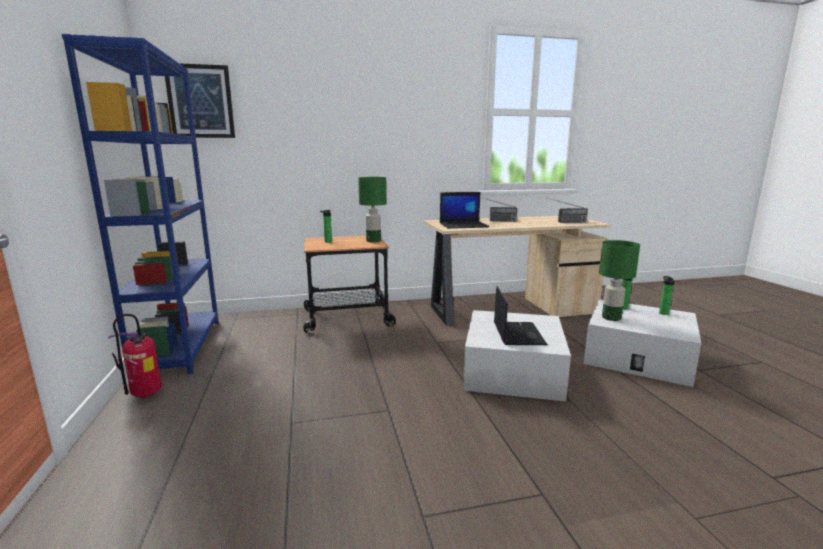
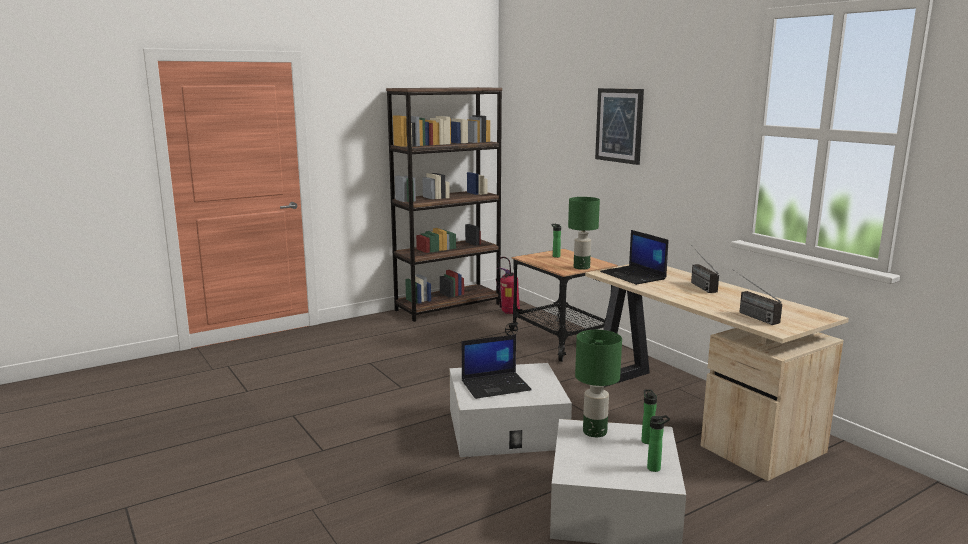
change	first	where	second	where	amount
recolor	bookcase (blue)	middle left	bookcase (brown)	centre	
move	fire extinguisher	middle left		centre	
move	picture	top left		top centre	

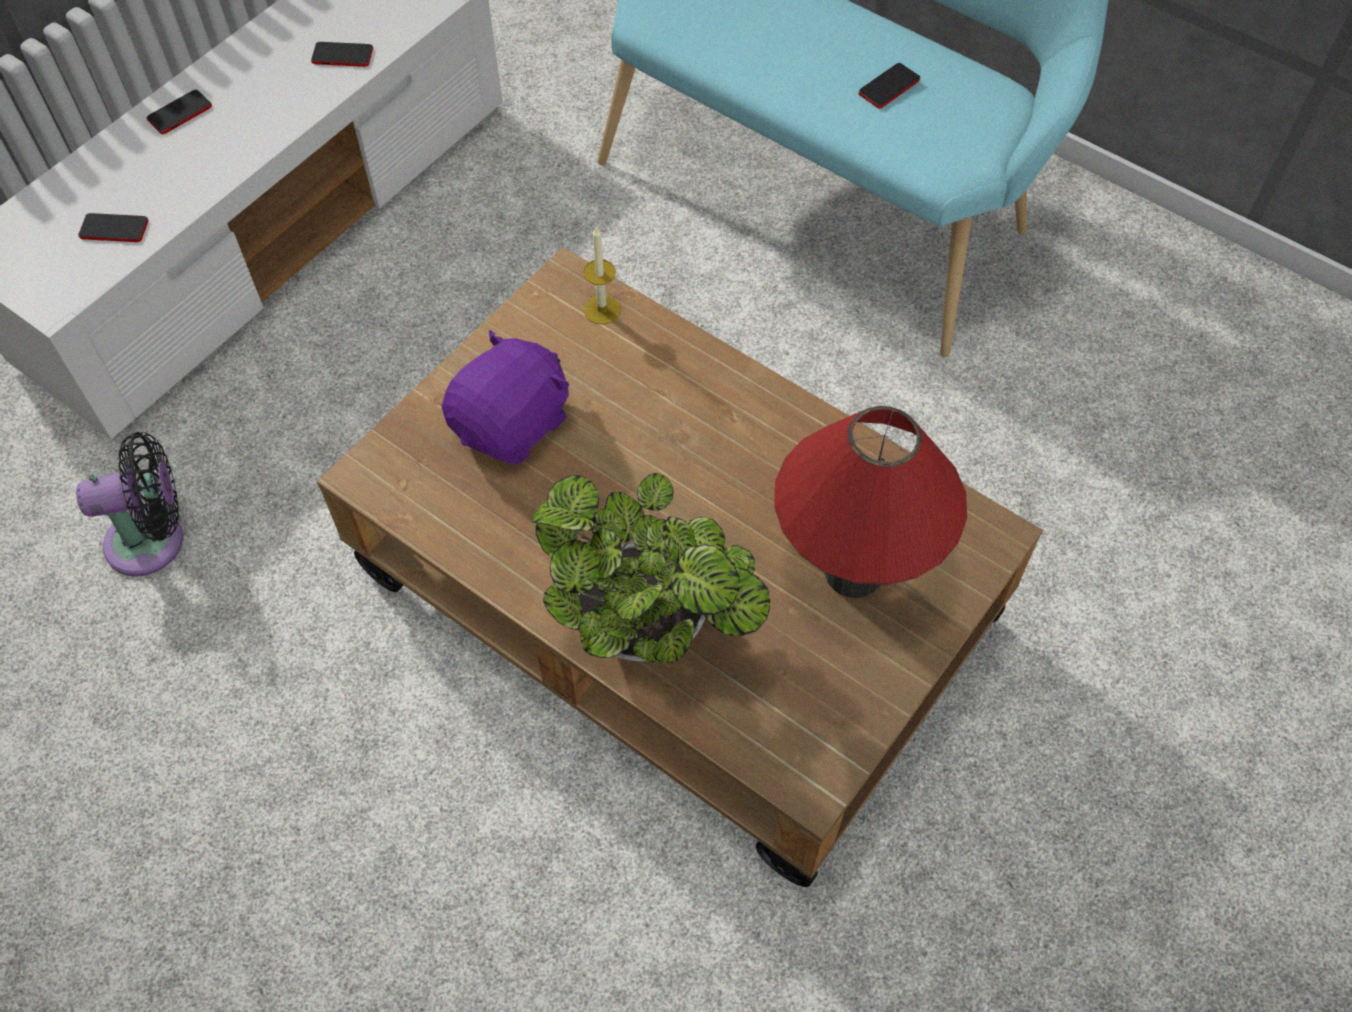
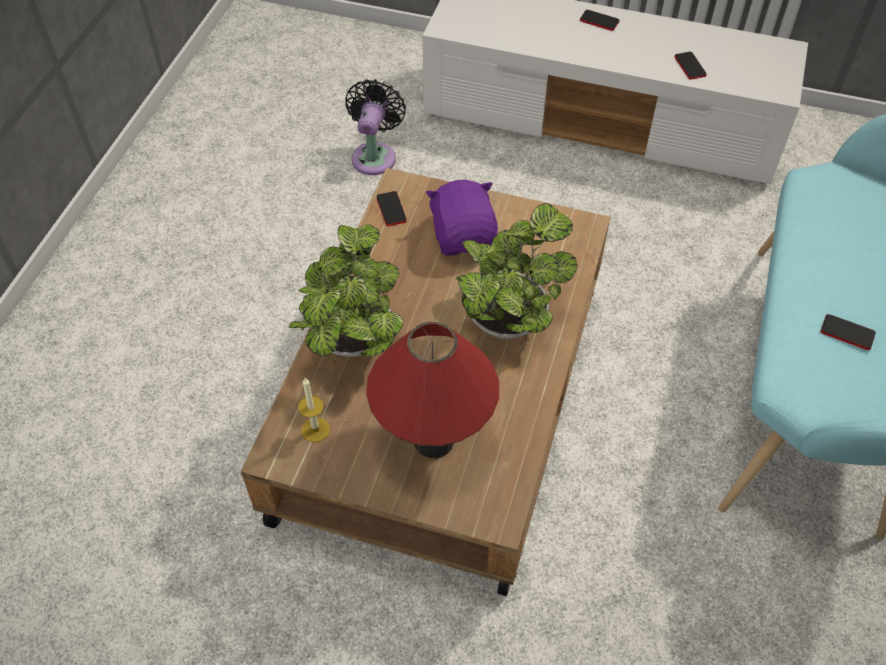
change	first	where	second	where	amount
rotate	fan (black)	middle left		top centre	135 degrees counterclockwise
move	phone (1st from left)	top left		top centre	
rotate	plush toy (purple)	centre		top centre	120 degrees counterclockwise
move	candle	top centre		centre	
insert			potted plant (2nd from left)	centre	

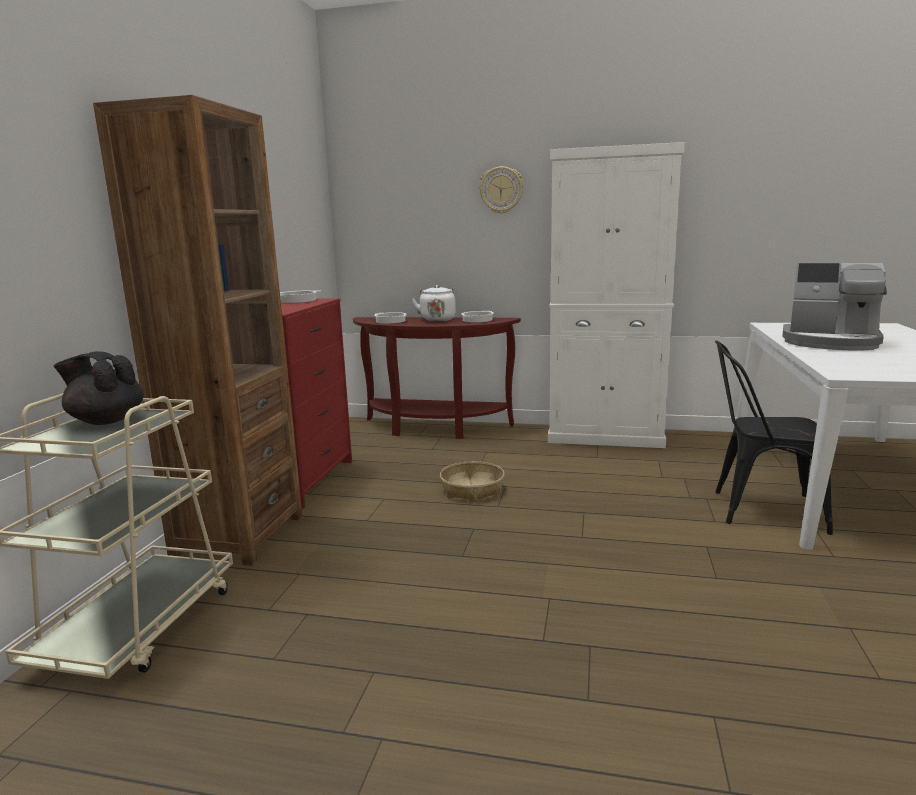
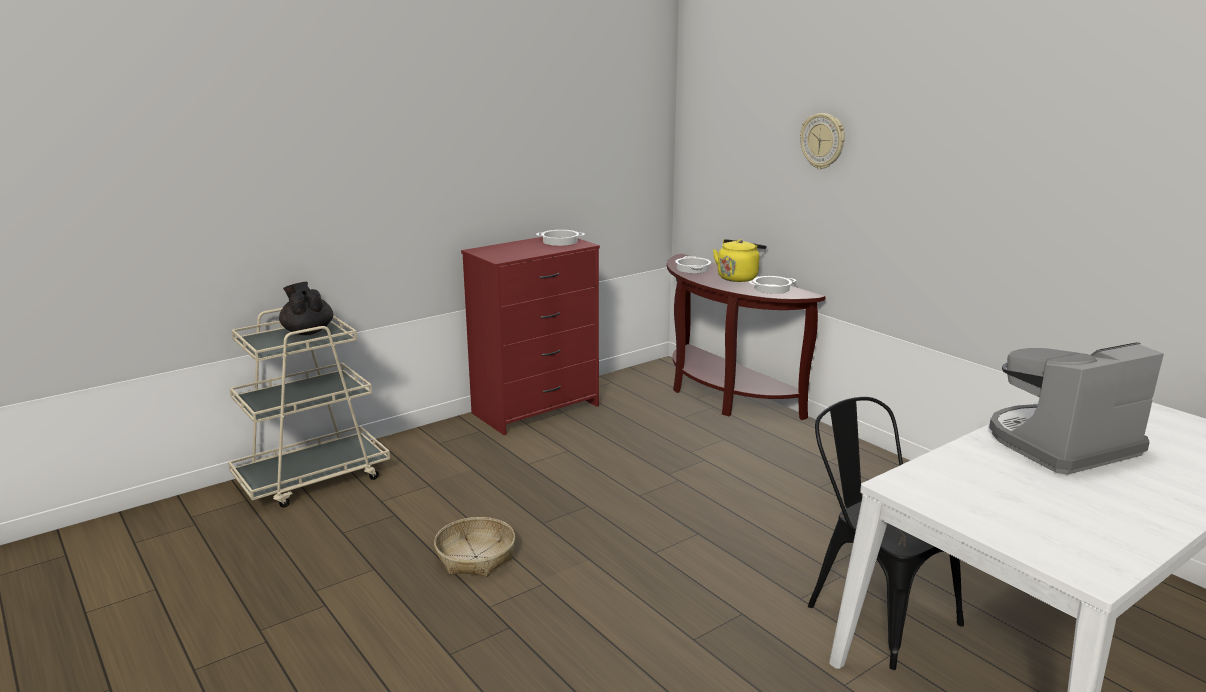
change	first	where	second	where	amount
delete	bookcase (brown)	middle left			
recolor	kettle (white)	centre	kettle (yellow)	centre	
move	basket	centre		bottom centre	
delete	cabinet (white)	middle right			
rotate	coffee machine	middle right		middle right	90 degrees clockwise

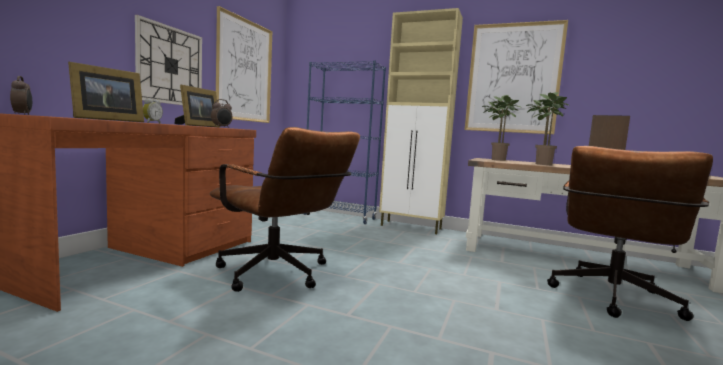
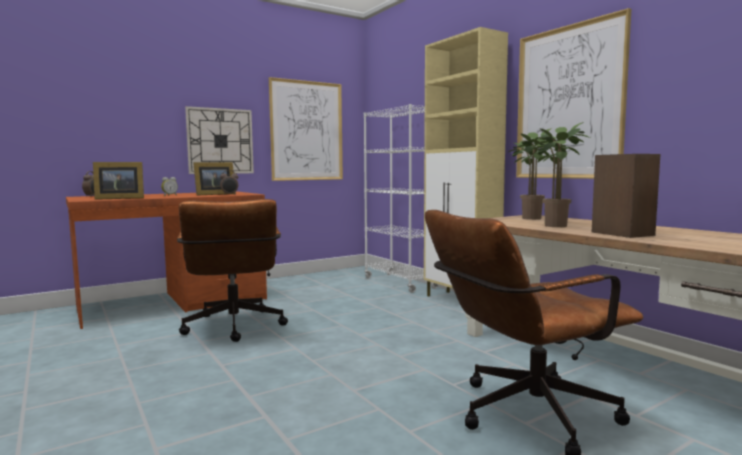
change	first	where	second	where	amount
recolor	bookcase (blue)	centre	bookcase (white)	centre	

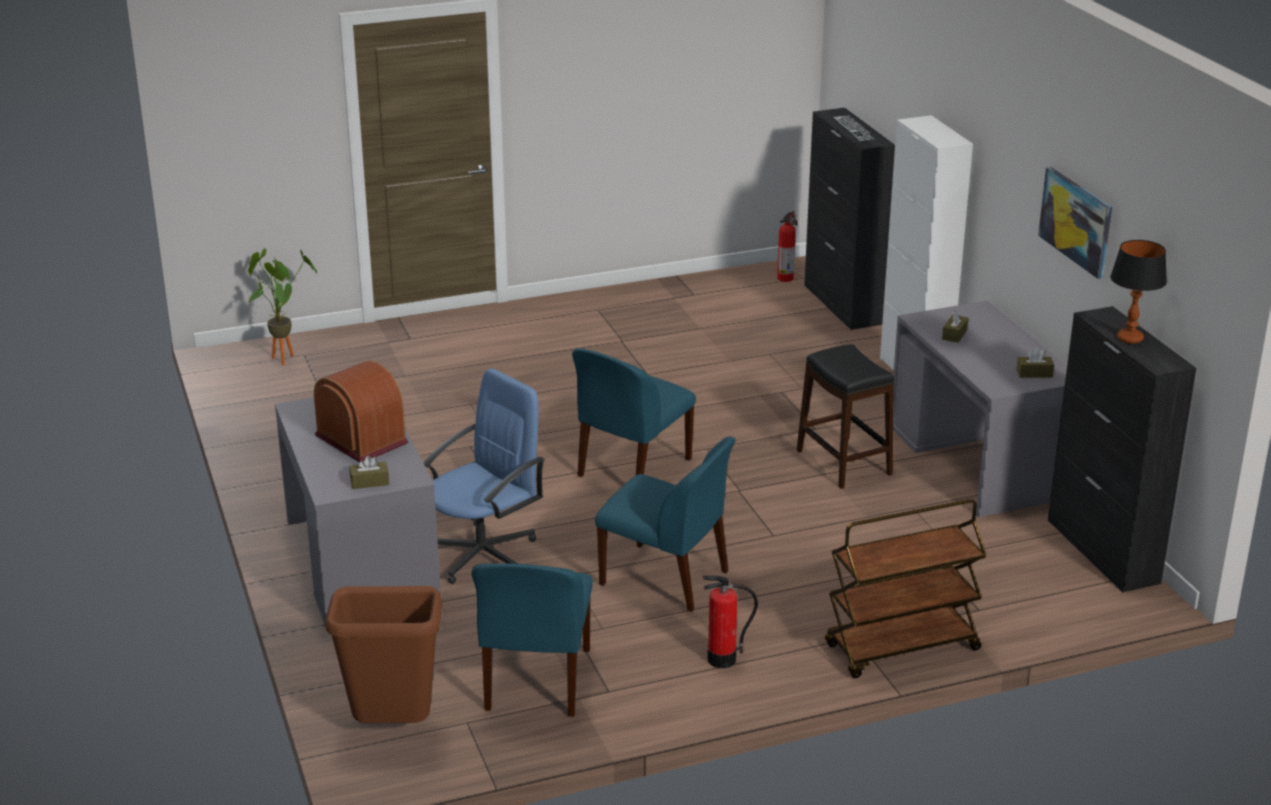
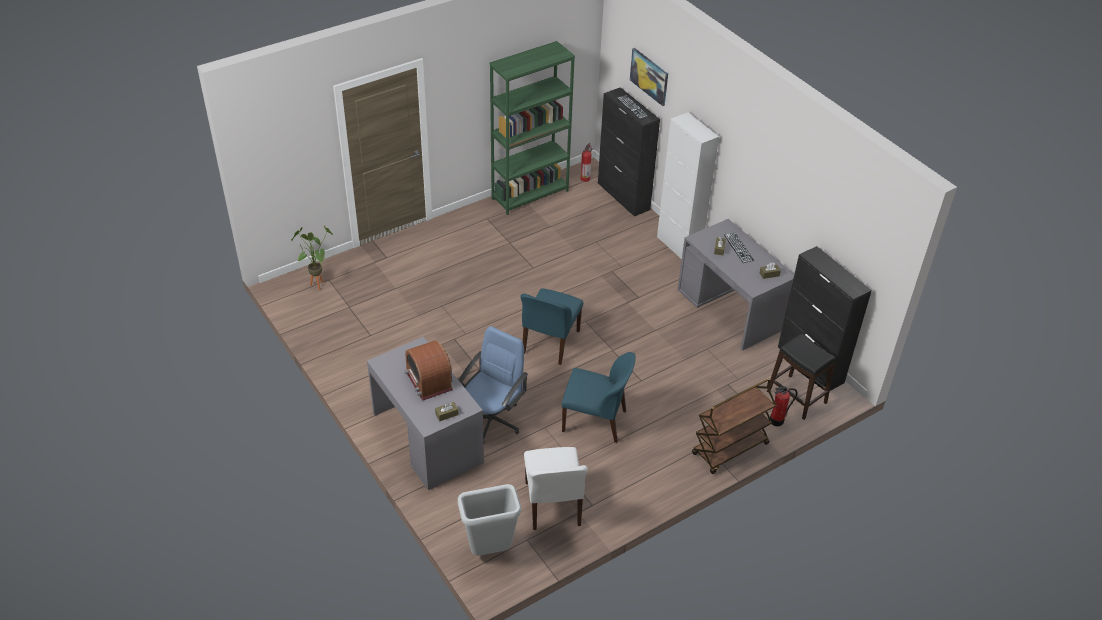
change	first	where	second	where	amount
rotate	radio	middle left		centre	150 degrees counterclockwise
recolor	trash can (brown)	bottom left	trash can (grey)	bottom centre	
recolor	chair (blue) (1st from left)	bottom centre	chair (white)	bottom centre	
move	fire extinguisher (1st from left in the first image)	bottom centre	fire extinguisher (2nd from left)	middle right	
move	stool (black)	centre		middle right	
move	picture	top right		top centre	
delete	table lamp	middle right			
insert			bookcase (green)	top centre	
insert			keyboard (2nd from left)	middle right	

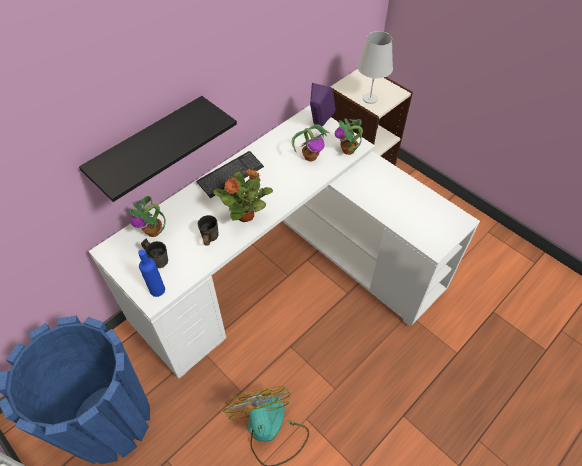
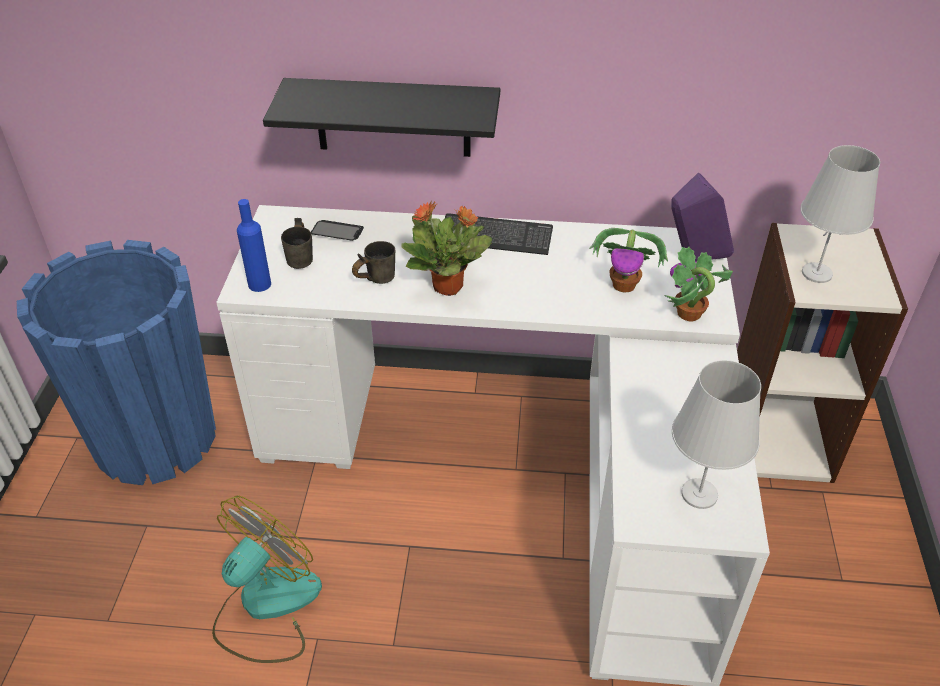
change	first	where	second	where	amount
replace	potted plant (1st from left)	middle left	phone	centre	
insert			table lamp (white) (1st from left)	middle right	

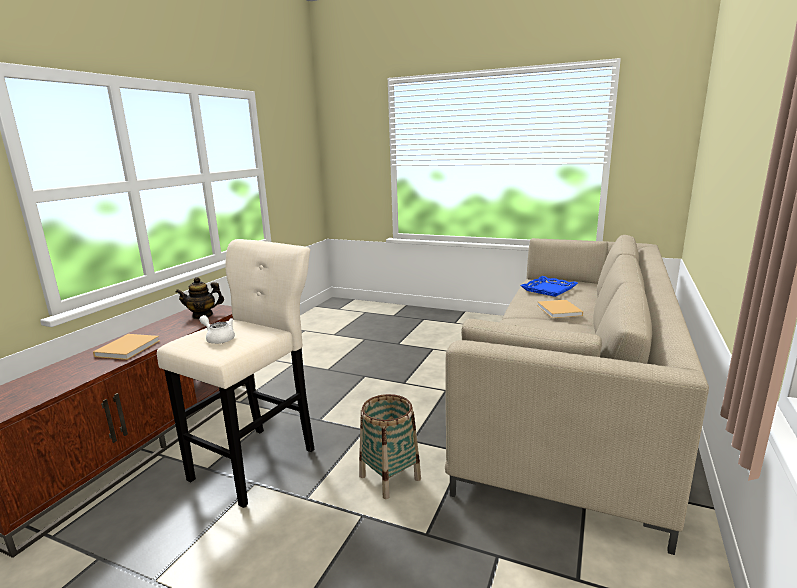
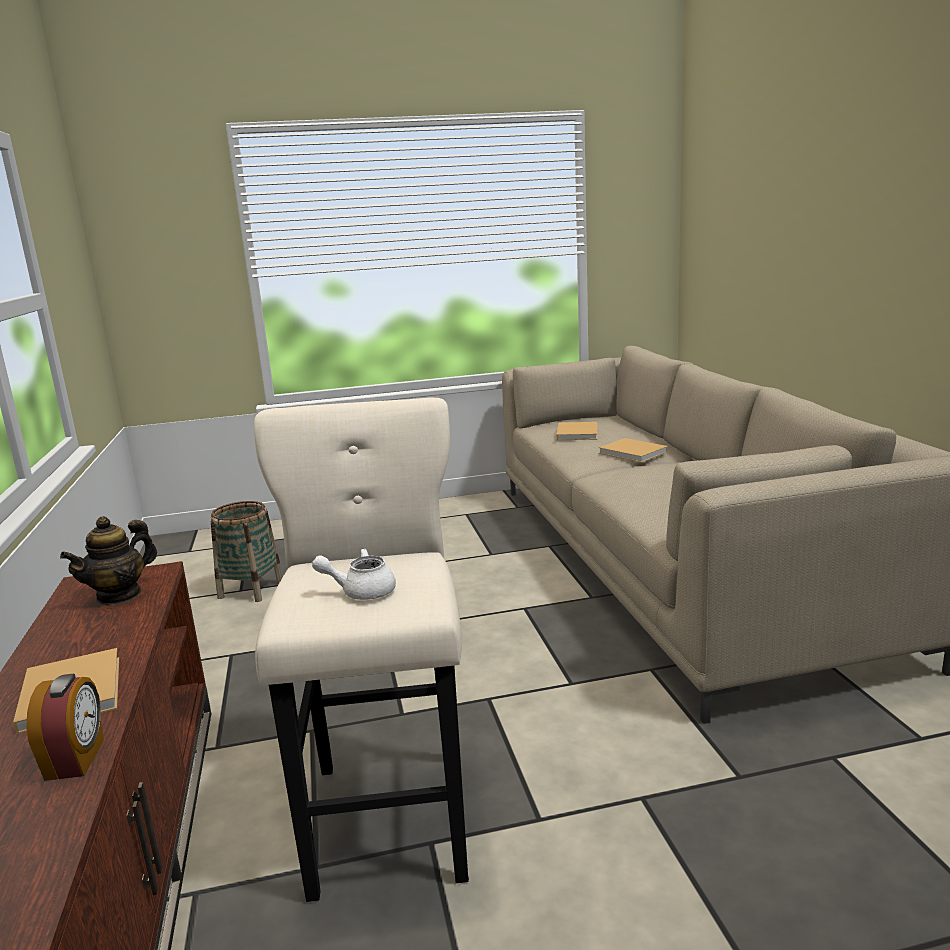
change	first	where	second	where	amount
move	basket	bottom centre		middle left	
replace	tray (blue)	middle right	book (beige) (2nd from left)	centre	
insert			alarm clock	bottom left	

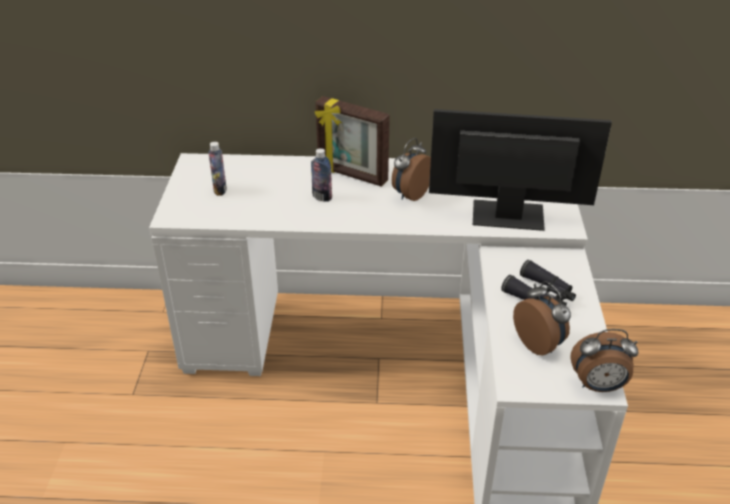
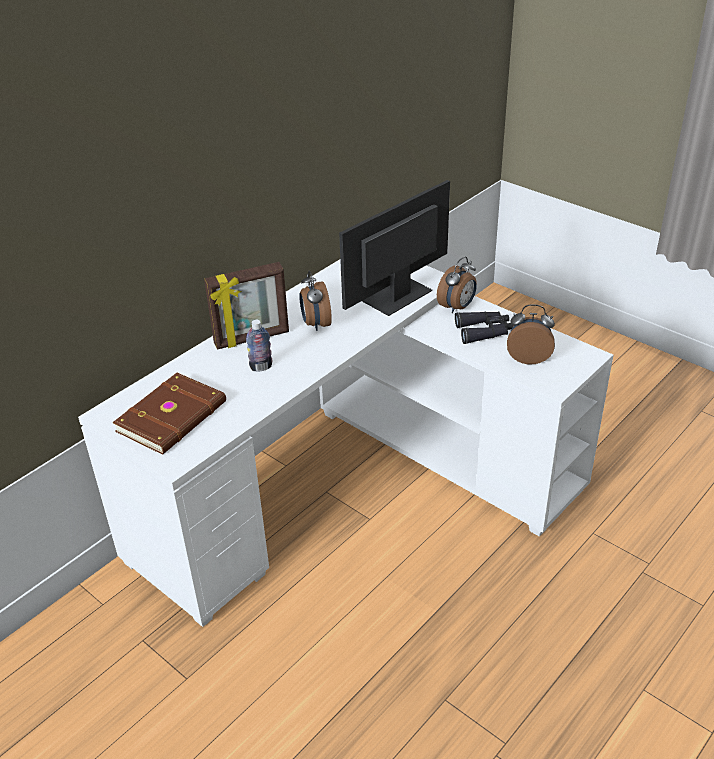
change	first	where	second	where	amount
replace	bottle (1st from left)	middle left	book (brown)	middle left	
move	alarm clock (3rd from left in the first image)	bottom right	alarm clock (2nd from left)	centre	

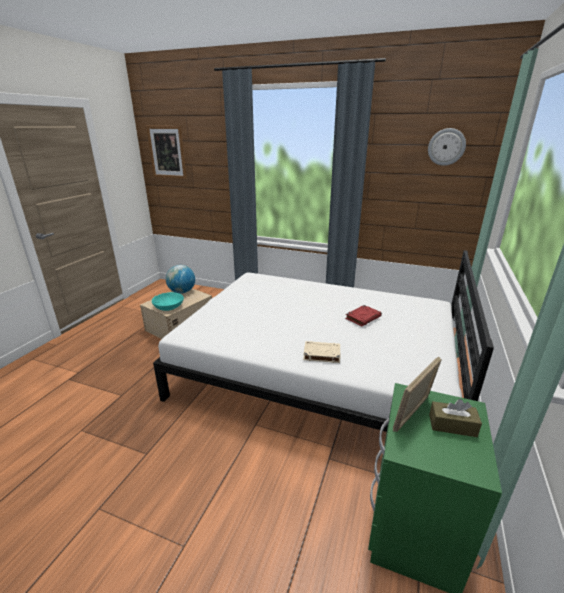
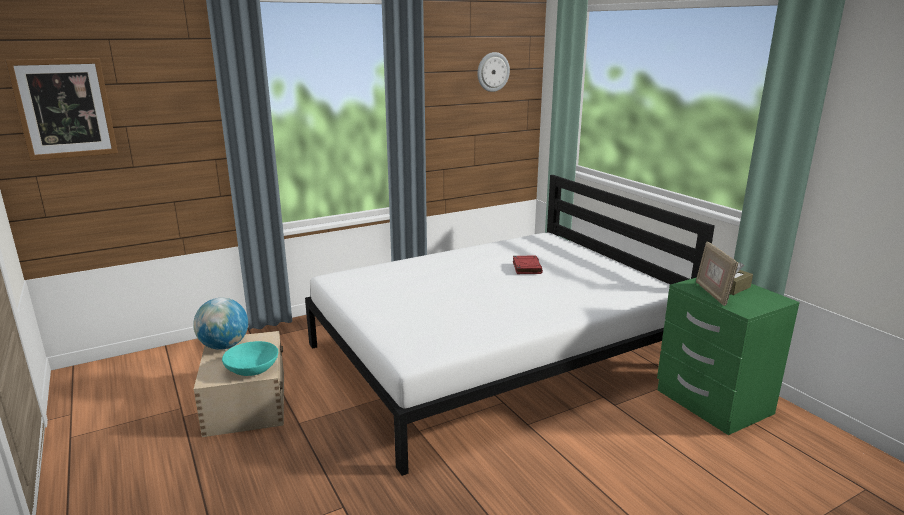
change	first	where	second	where	amount
delete	book (beige)	centre			

